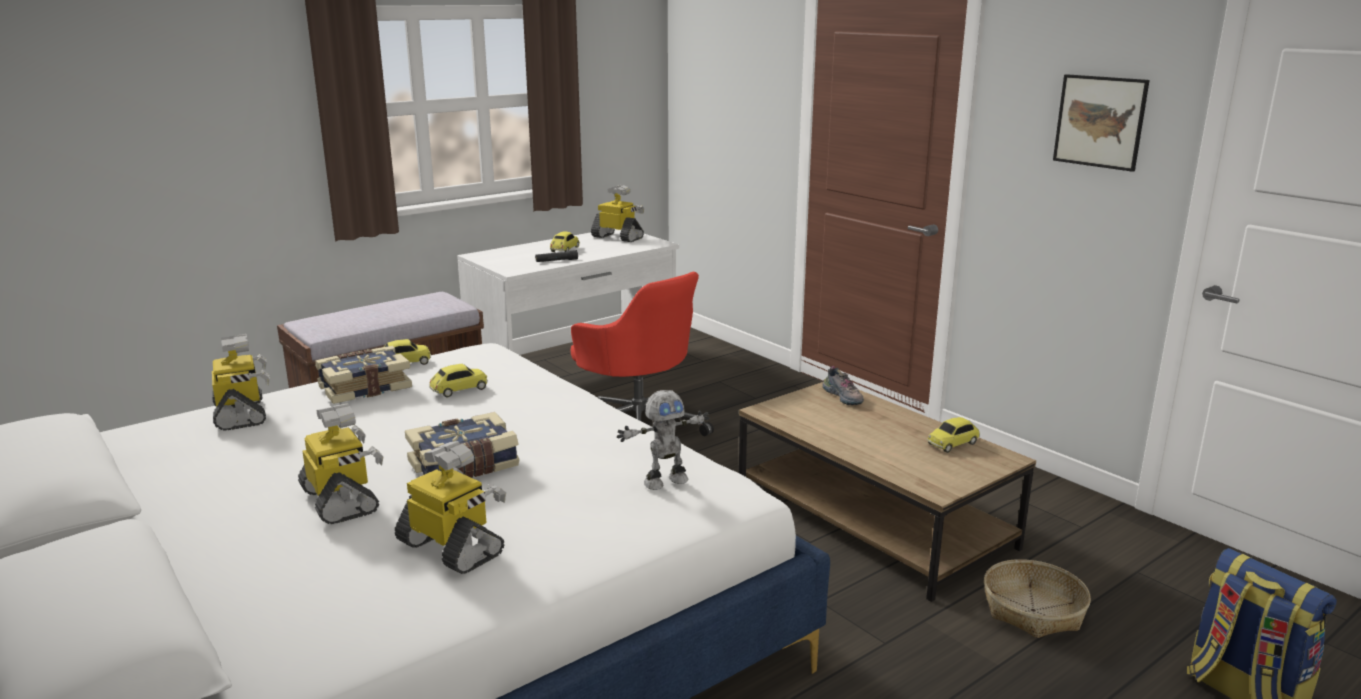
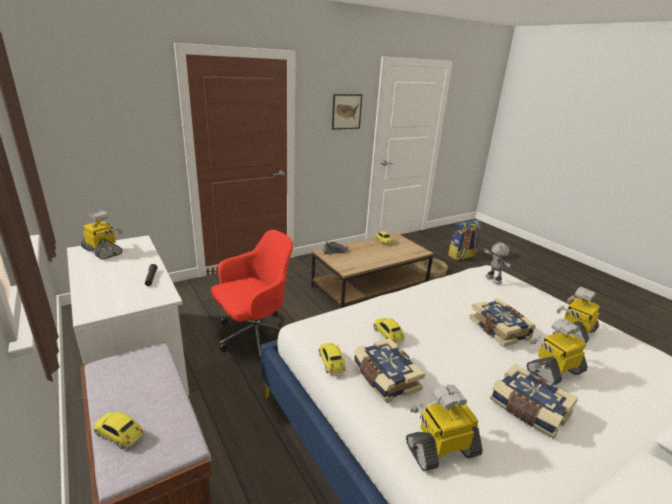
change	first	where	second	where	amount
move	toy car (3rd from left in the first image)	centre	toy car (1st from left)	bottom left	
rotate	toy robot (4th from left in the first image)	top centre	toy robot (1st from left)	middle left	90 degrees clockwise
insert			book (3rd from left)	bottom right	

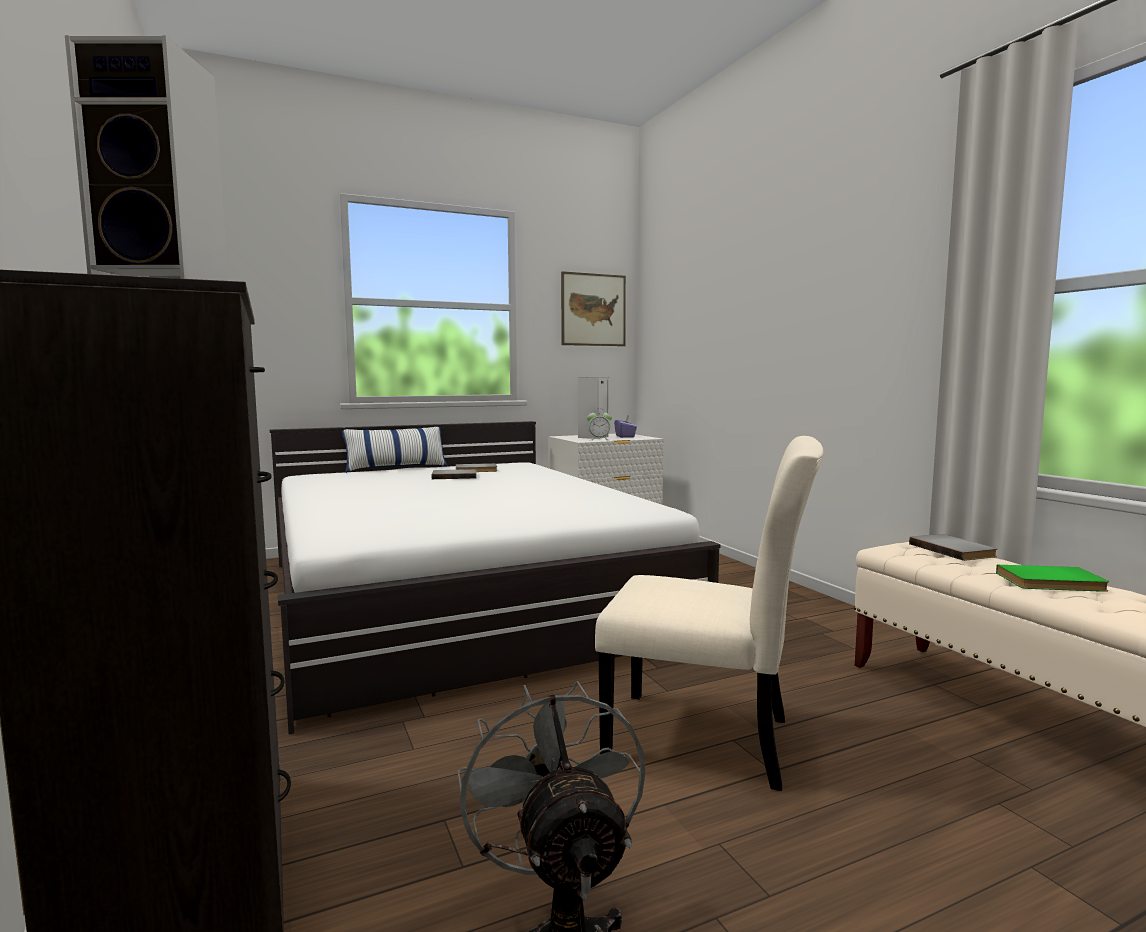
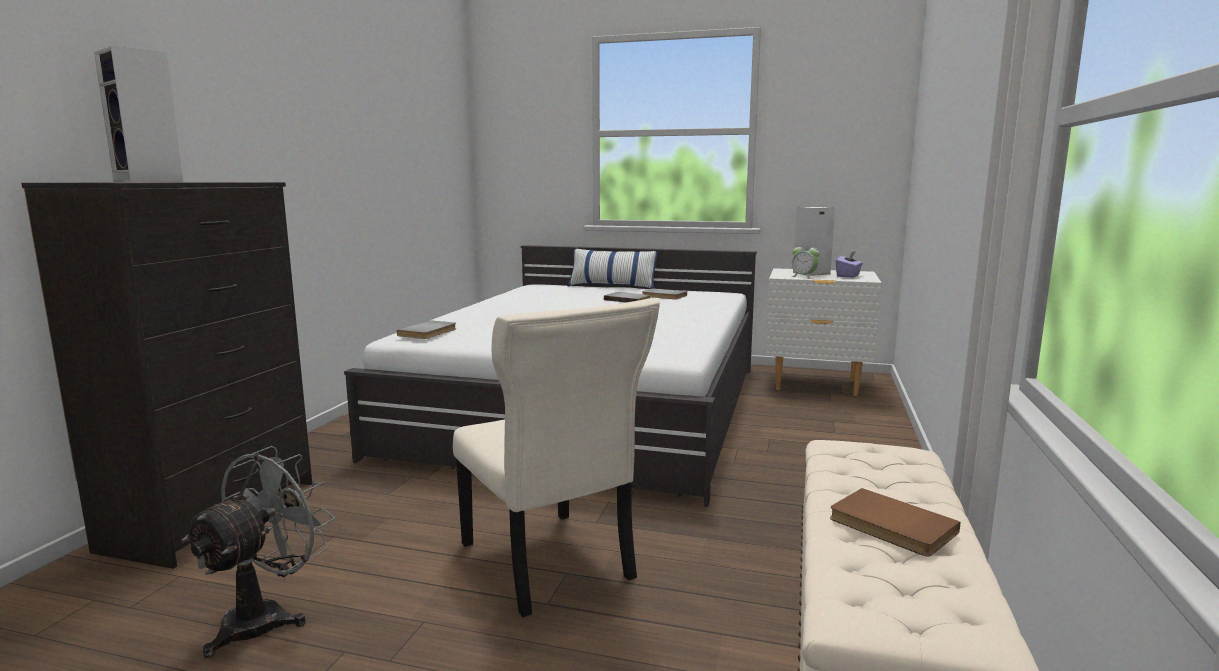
change	first	where	second	where	amount
delete	picture	top centre			
move	book (grey) (3rd from left in the first image)	middle right	book (grey) (1st from left)	centre	
recolor	book (green)	middle right	book (brown)	bottom right	

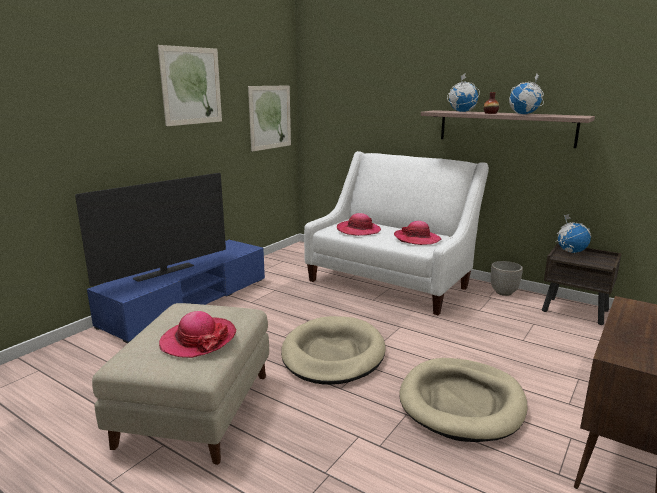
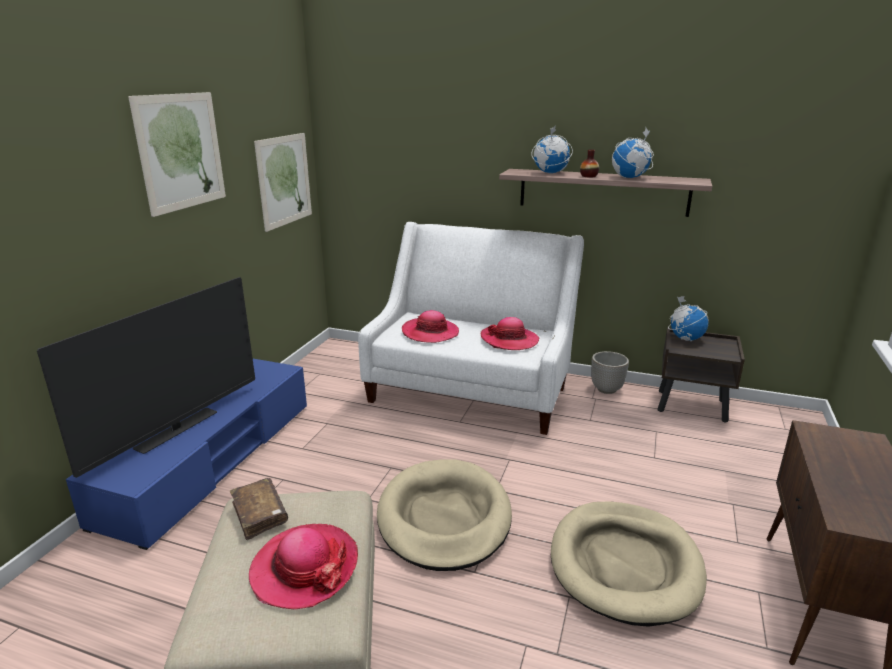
change	first	where	second	where	amount
insert			book (brown)	bottom left	

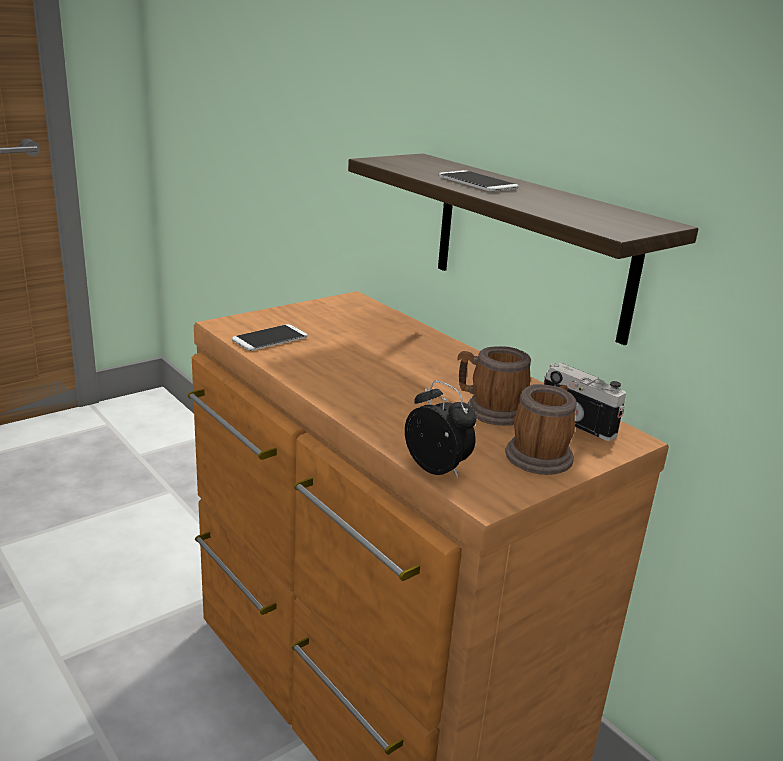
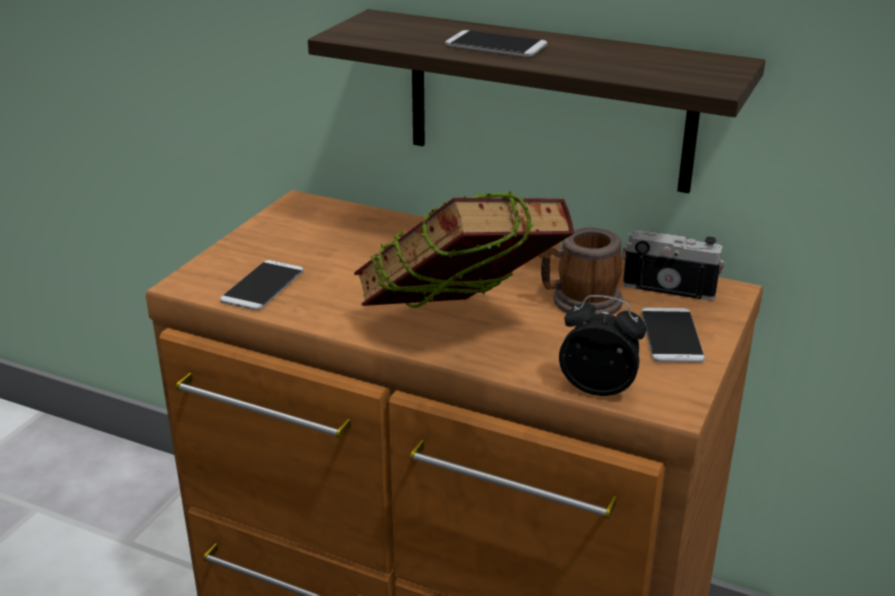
change	first	where	second	where	amount
replace	mug (2nd from left)	middle right	phone (3rd from left)	middle right	
insert			book	centre	

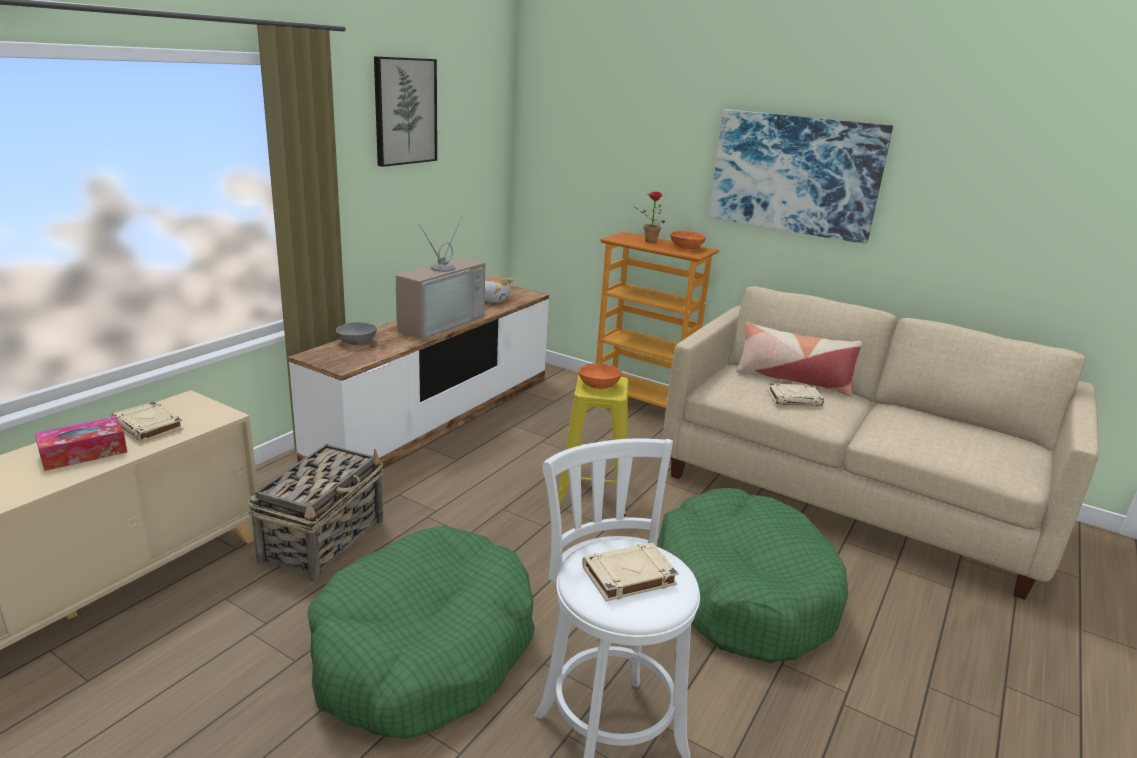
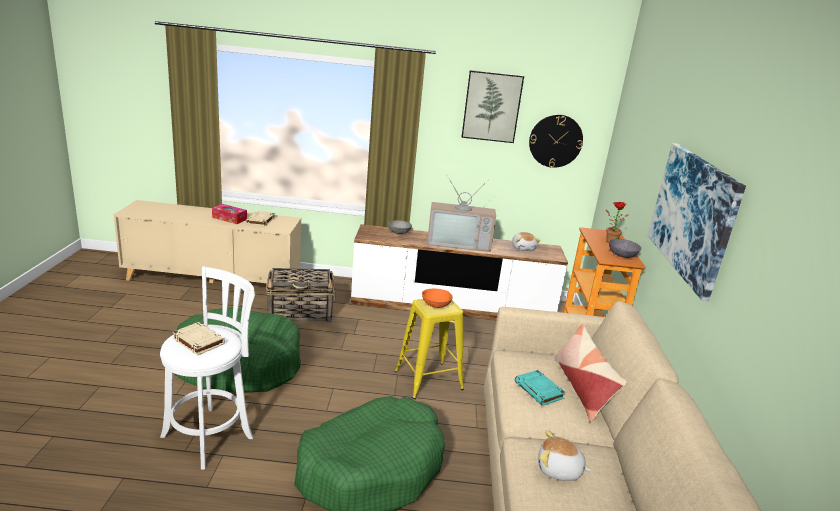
change	first	where	second	where	amount
recolor	bowl (orange) (2nd from left)	top centre	bowl (grey) (2nd from left)	middle right	
recolor	book (beige) (3rd from left)	middle right	book (turquoise)	bottom centre	
insert			wall clock	top centre	
insert			plush toy (2nd from left)	bottom right	

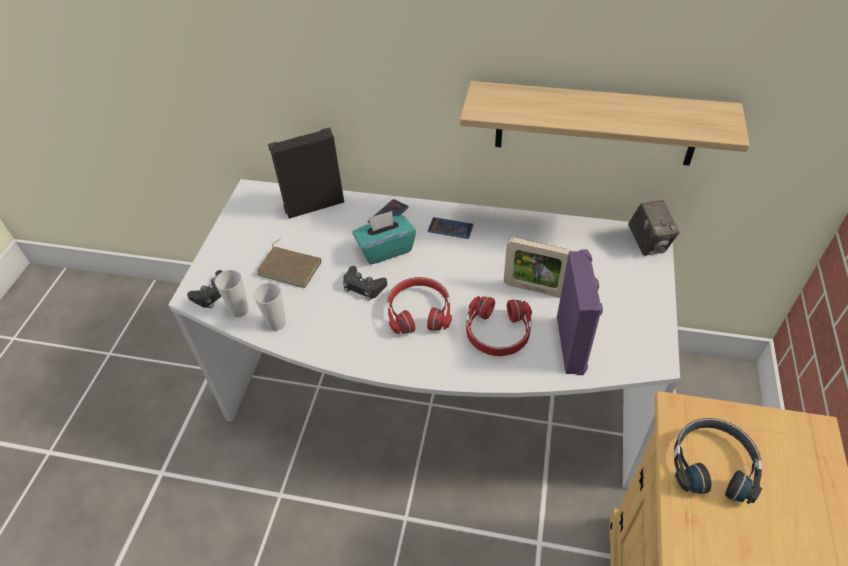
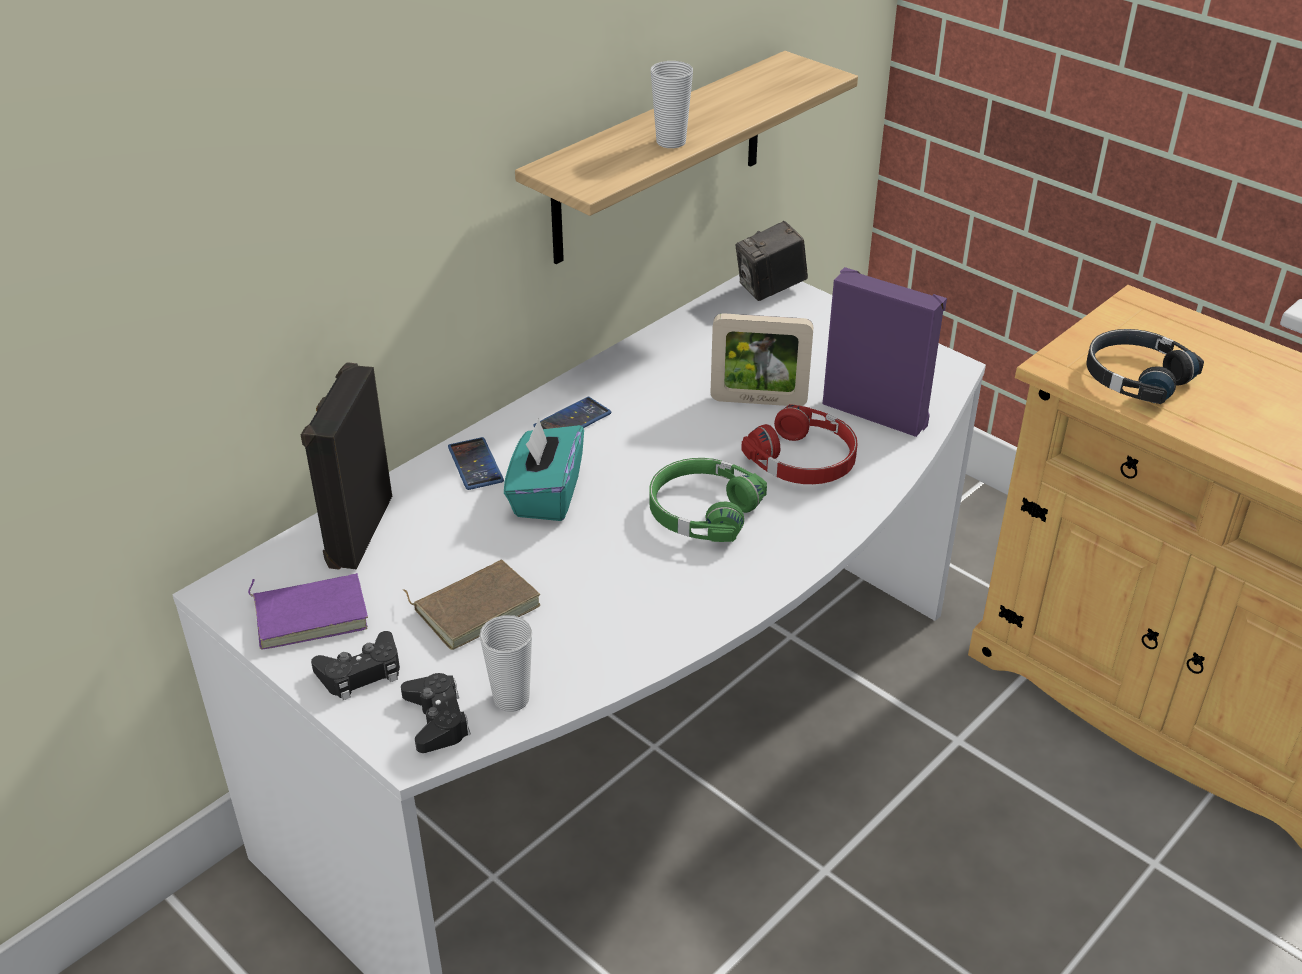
change	first	where	second	where	amount
move	cup (2nd from left)	middle left		top centre	
move	game controller (black) (2nd from left in the first image)	centre	game controller (black) (1st from left)	bottom left	
recolor	headphones (red) (1st from left)	centre	headphones (green)	centre	
rotate	picture frame	centre		centre	45 degrees clockwise
rotate	photo camera	middle right		top centre	135 degrees clockwise
insert			book (purple)	middle left	

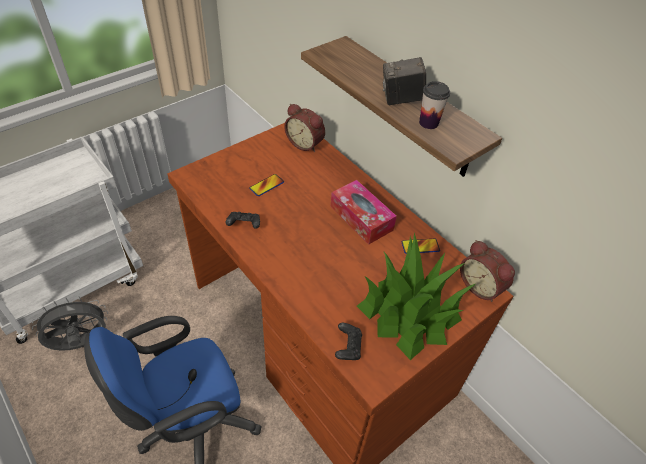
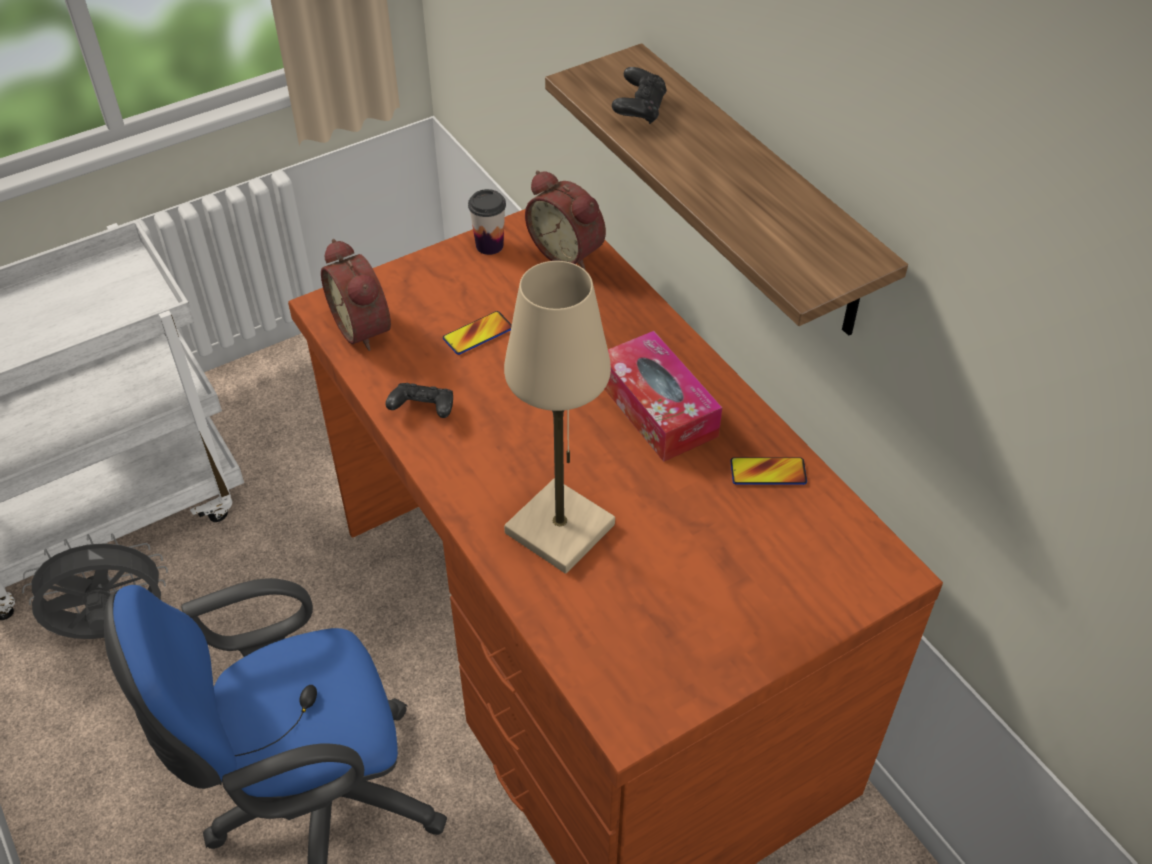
change	first	where	second	where	amount
move	game controller (black) (2nd from left)	bottom centre		top centre	
delete	potted plant	centre			
delete	photo camera	top centre			
move	cup	top right		top centre	
move	alarm clock (2nd from left in the first image)	middle right	alarm clock (1st from left)	middle left	
insert			table lamp (beige)	centre	

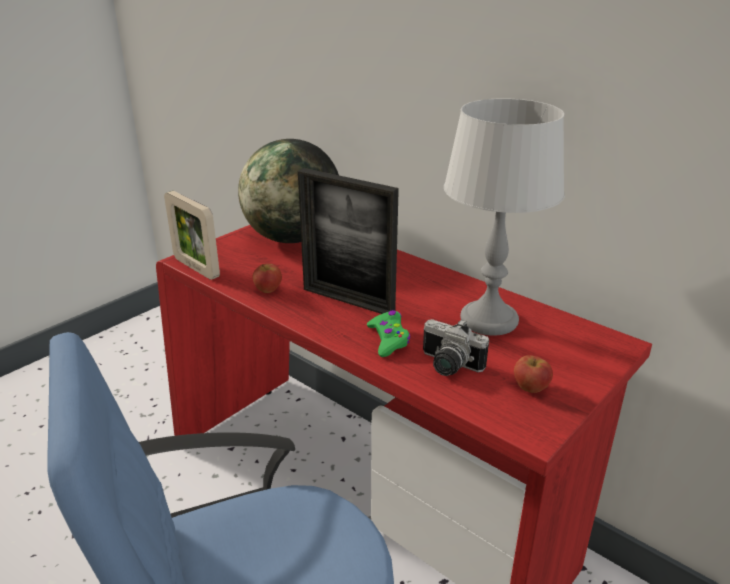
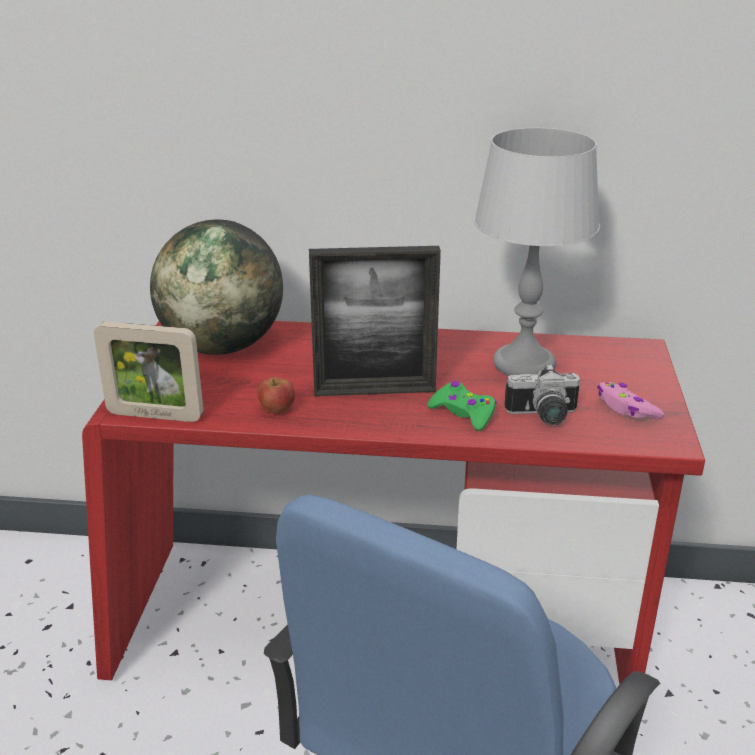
change	first	where	second	where	amount
replace	apple (2nd from left)	middle right	game controller (pink)	middle right	

